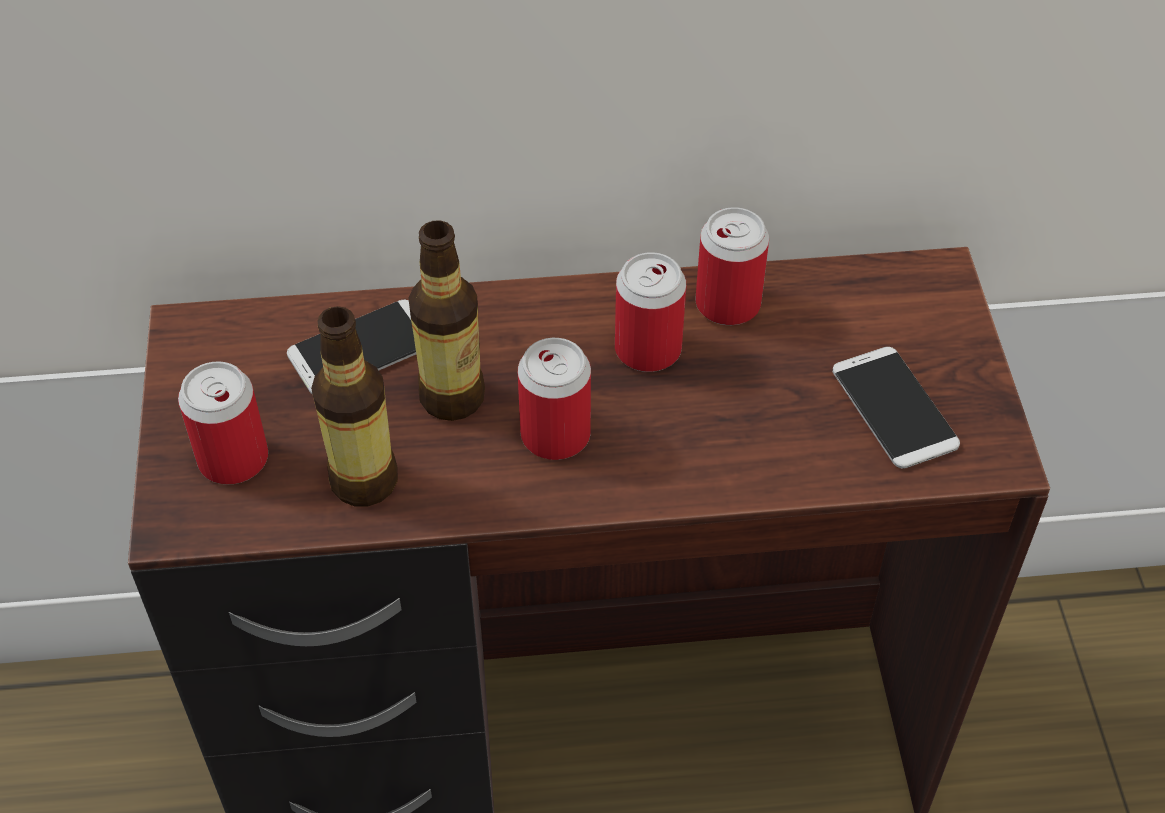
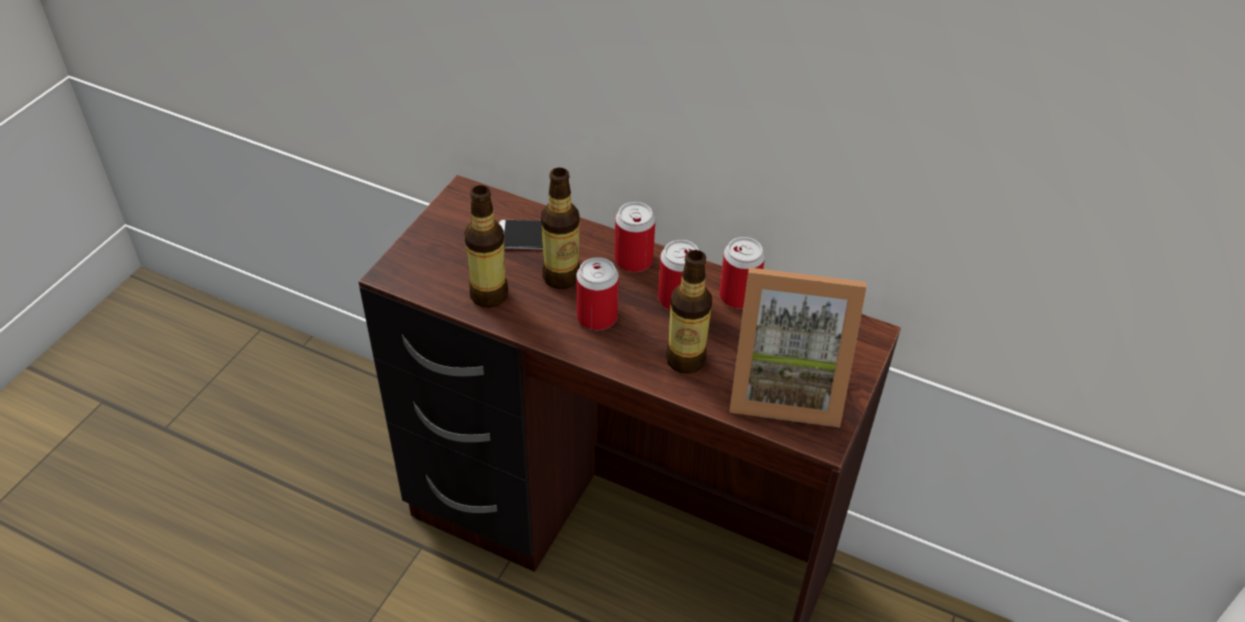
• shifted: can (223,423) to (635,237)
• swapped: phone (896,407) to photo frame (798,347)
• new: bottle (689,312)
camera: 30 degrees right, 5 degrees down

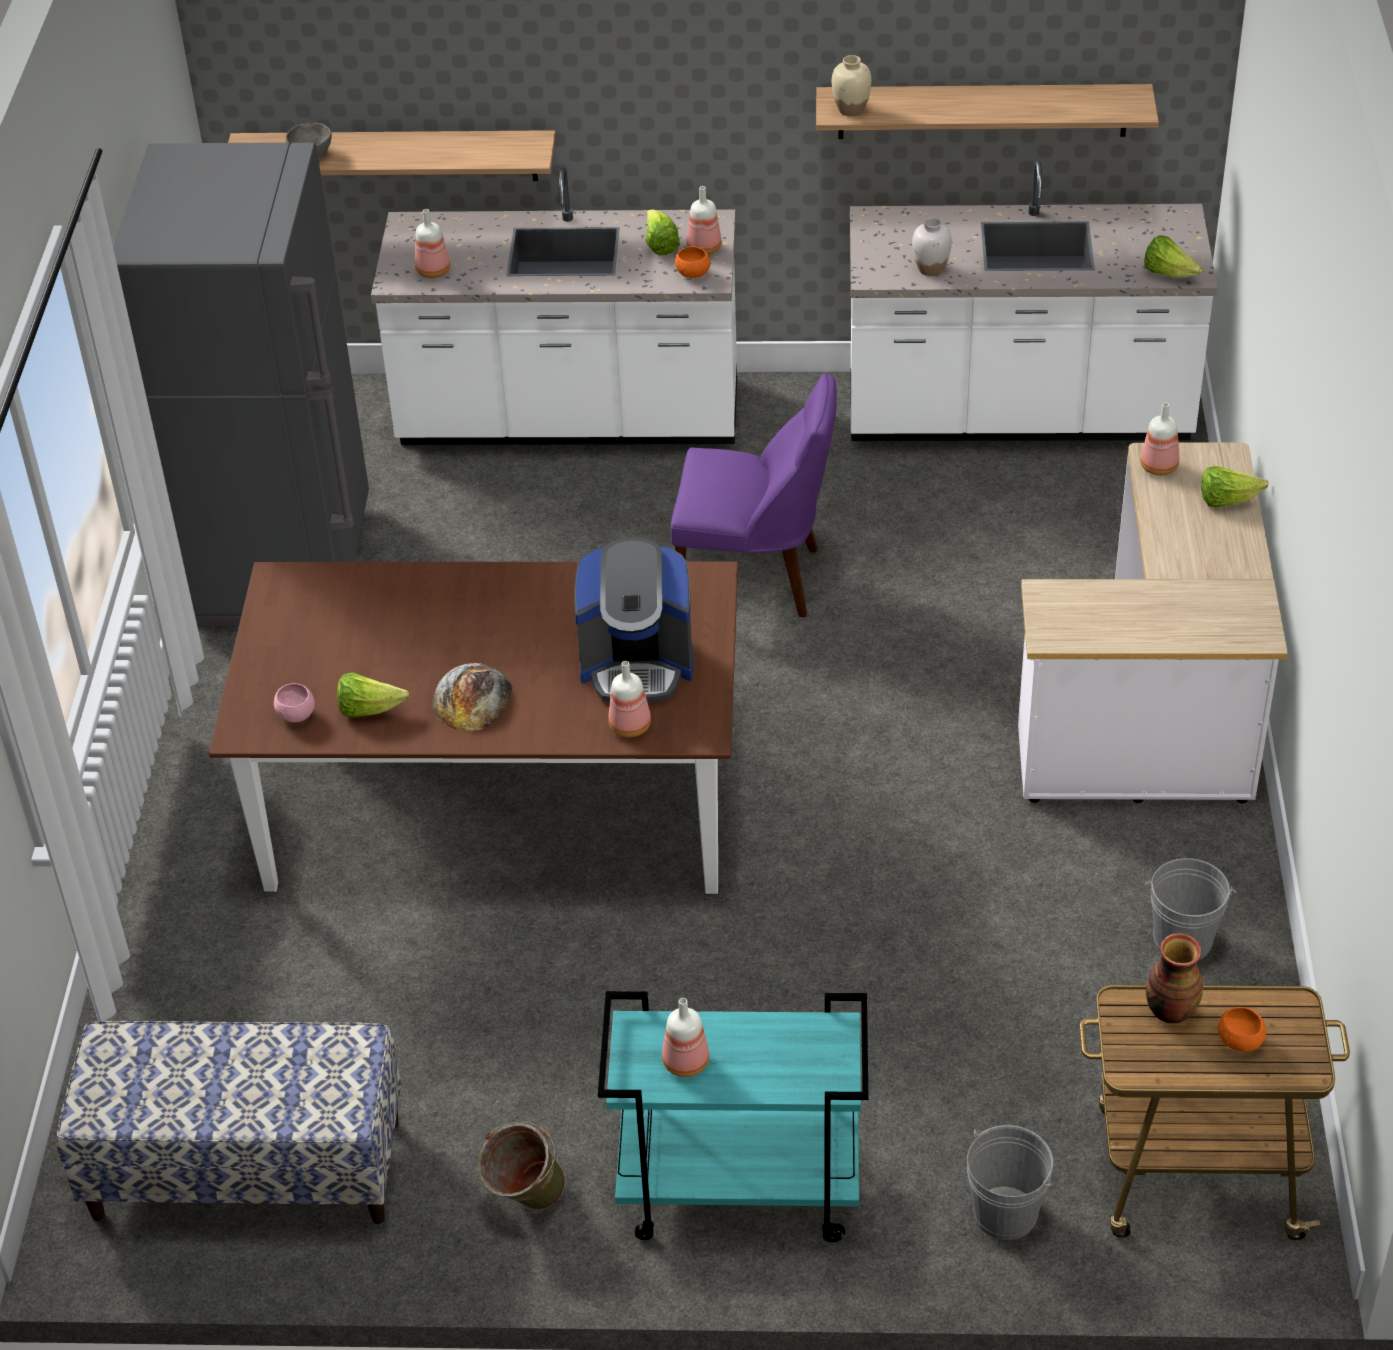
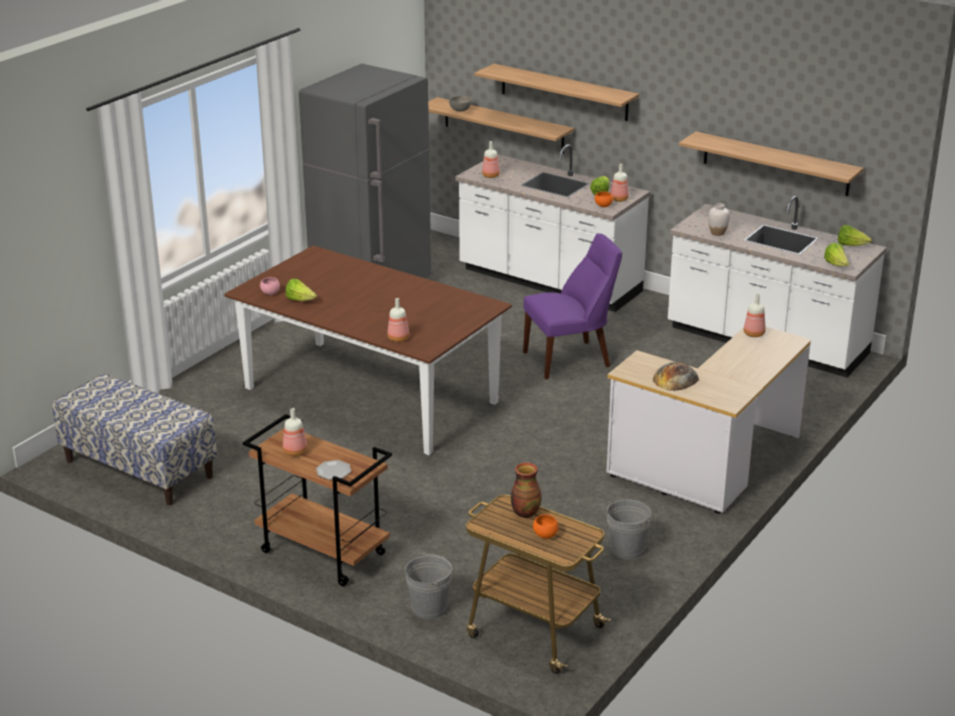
• shifted: baked bread (472,697) to (676,376)
• gone: greenish bucket (522,1166)
• gone: coffee maker (633,620)
• repainted: blue-green trolley (733,1116) to brown-coloured trolley (317,500)
• rotated: purple-coloured chair (754,495) = (572,306) 60 degrees counterclockwise
• gone: beige decorative vase (852,85)
• shifted: lettuce head (1234,487) to (855,235)
• new: dinner plate (333,470)
• new: bracket shelf (557,92)
camera: 30 degrees right, 15 degrees down

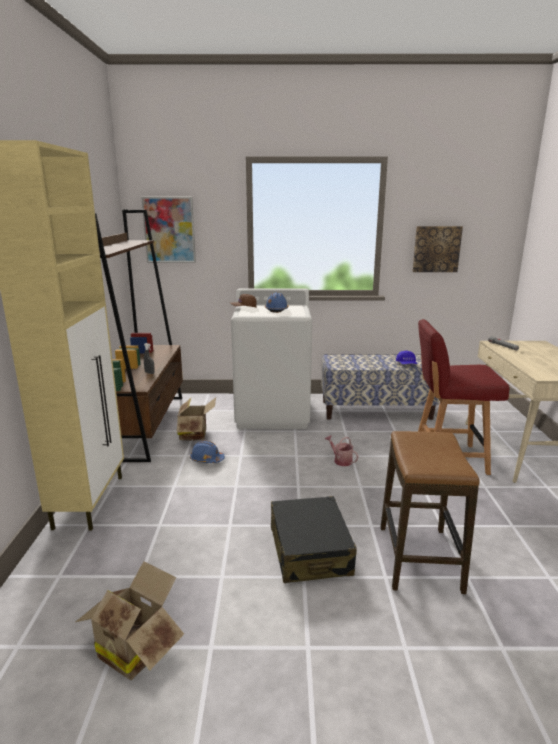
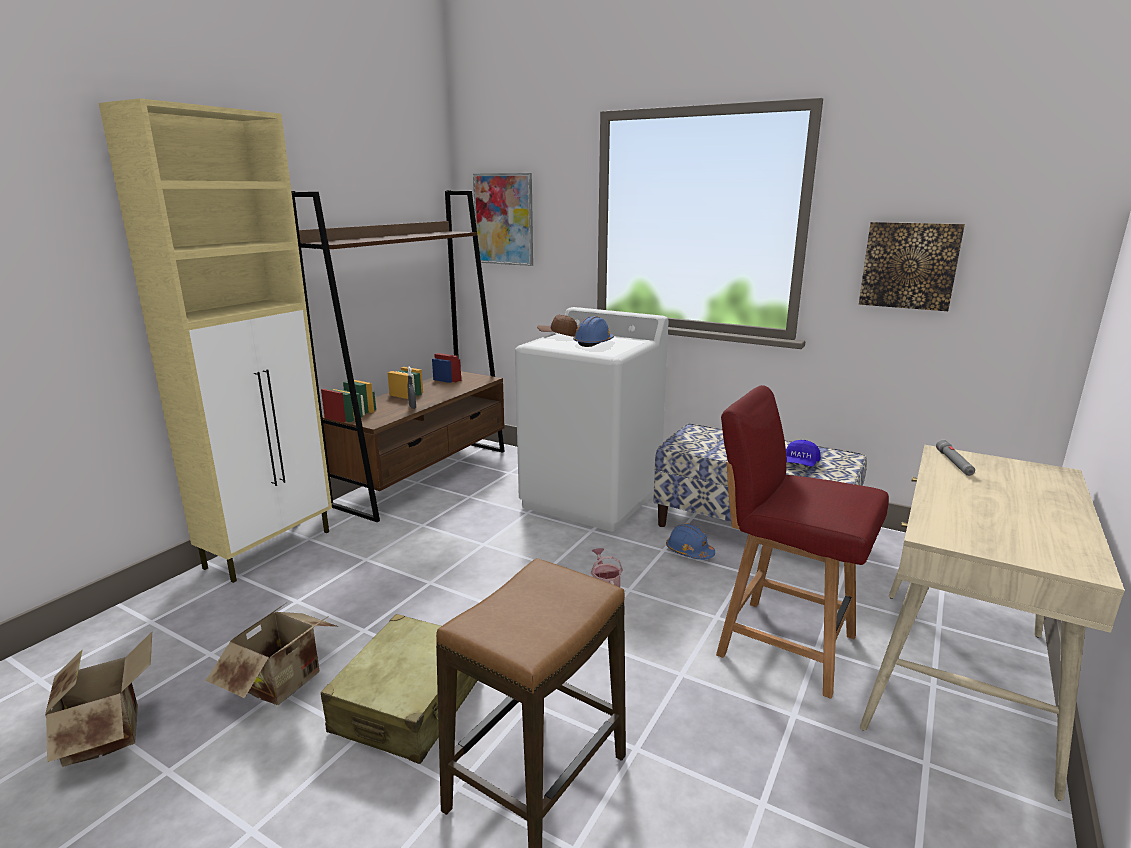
• shifted: carton (196,419) to (272,653)
• shifted: blue-coloured hard hat (207,452) to (690,542)
• repainted: black-coloured piece of luggage (314,539) to beige piece of luggage (399,689)
camera: 30 degrees right, 0 degrees up

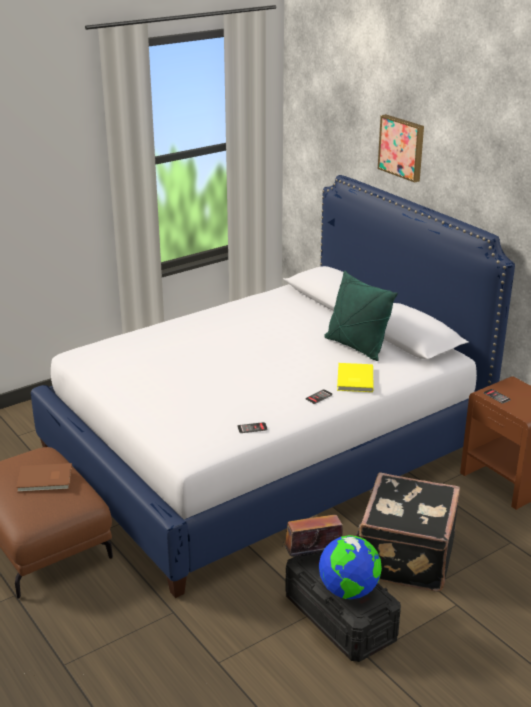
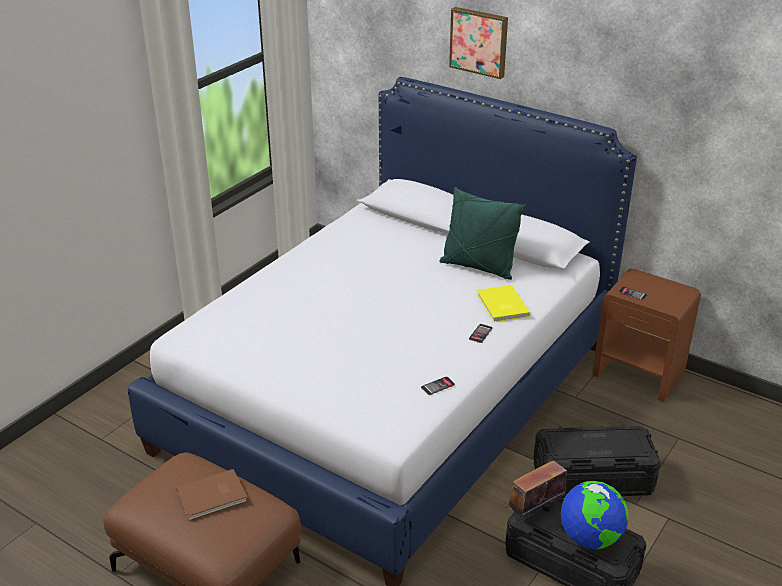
• swapped: black-coloured piece of luggage (408,532) to black-coloured storage container (597,461)
camera: 20 degrees left, 5 degrees up

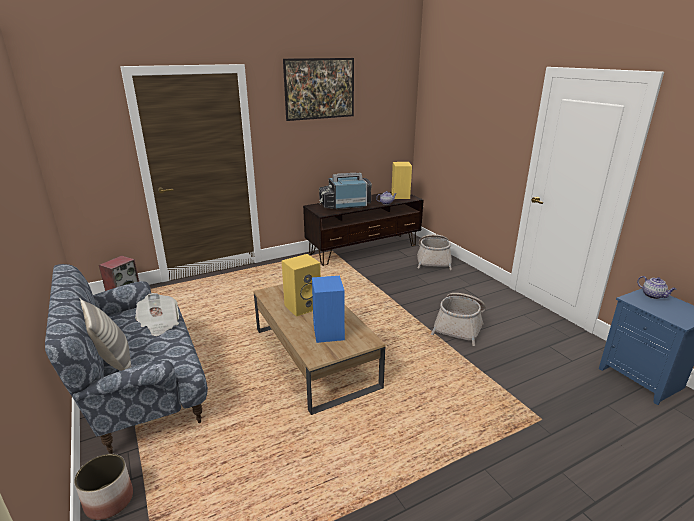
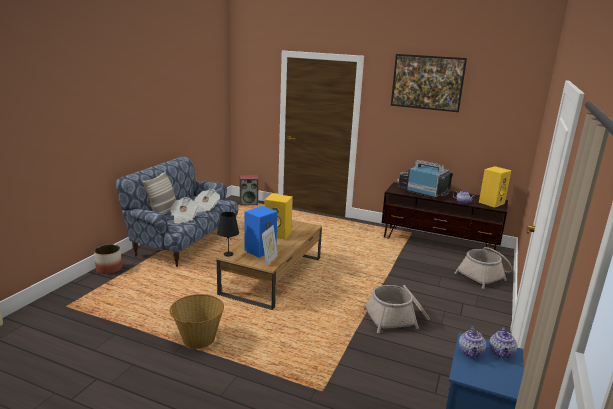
• new: household basket (196,321)
• new: printed paper (184,210)
• new: black-coloured lamp for a table (228,234)
• new: photo frame (270,245)
• new: pot for tea (472,342)
camera: 50 degrees right, 5 degrees down

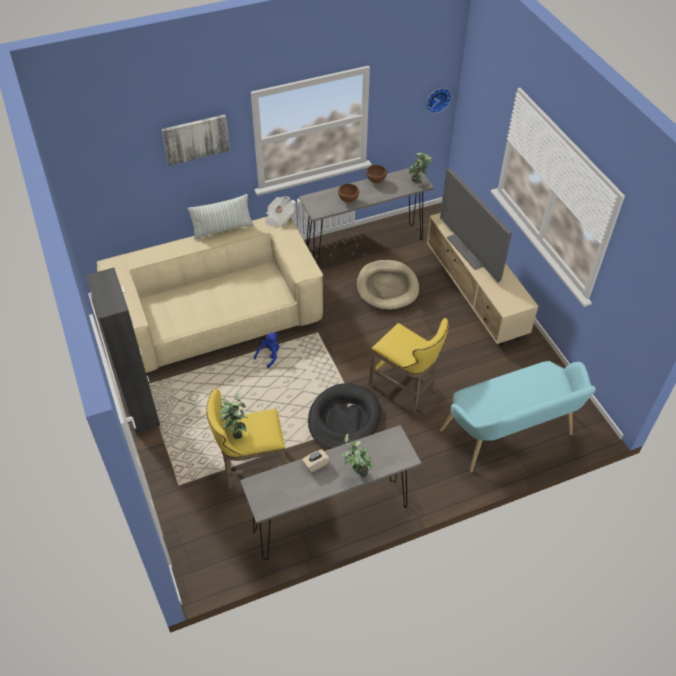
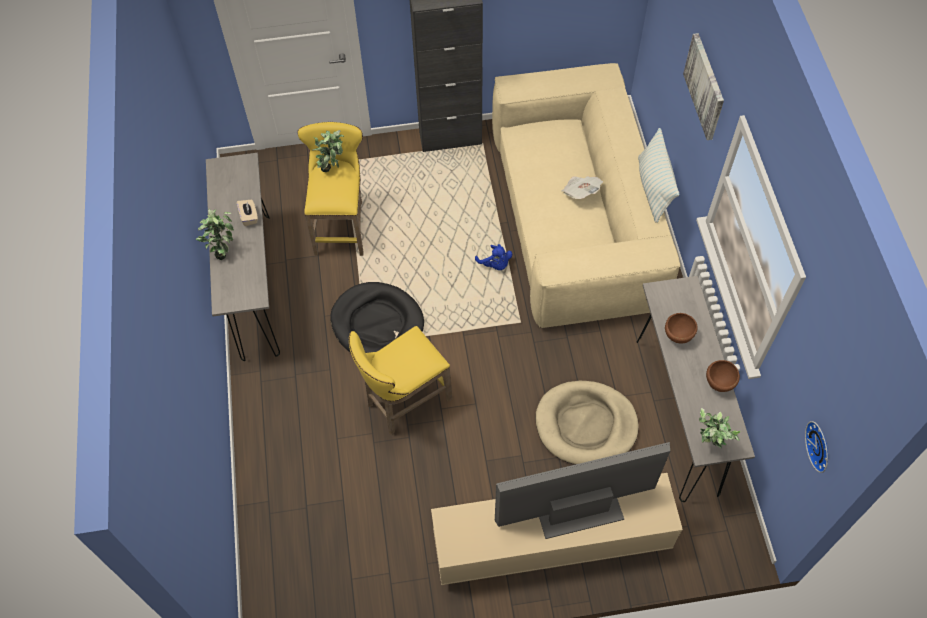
• shifted: printed paper (280,211) to (582,187)
• gone: blue-green bench (518,416)
camera: 105 degrees right, 10 degrees up

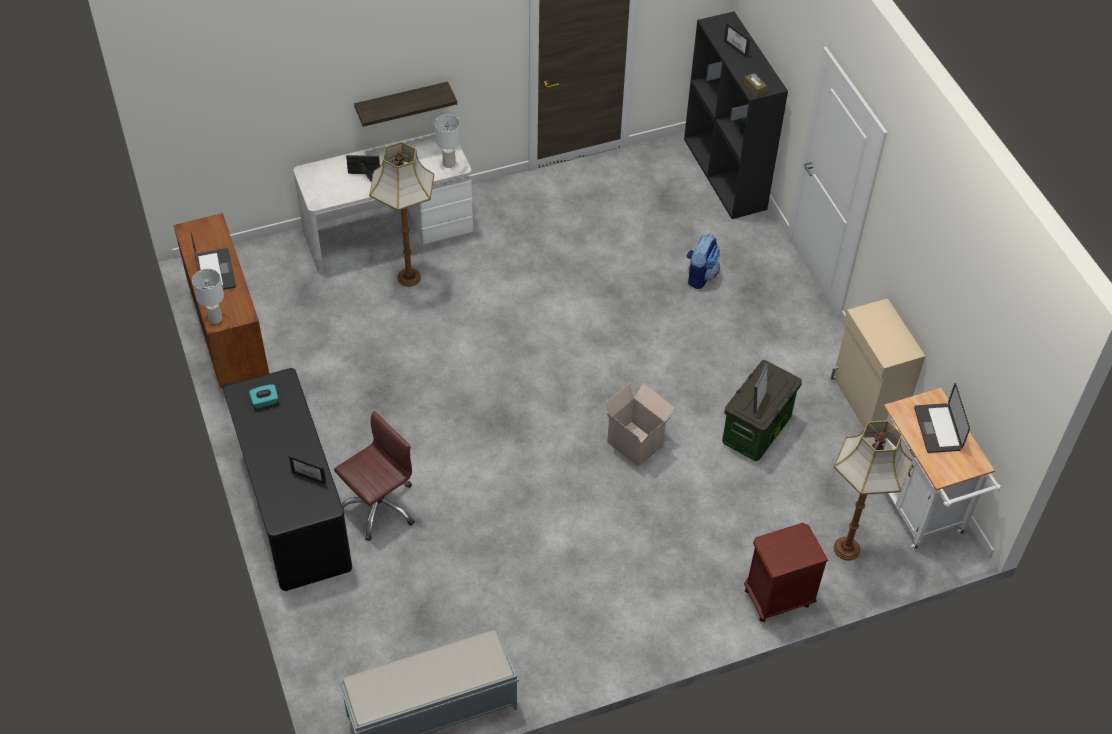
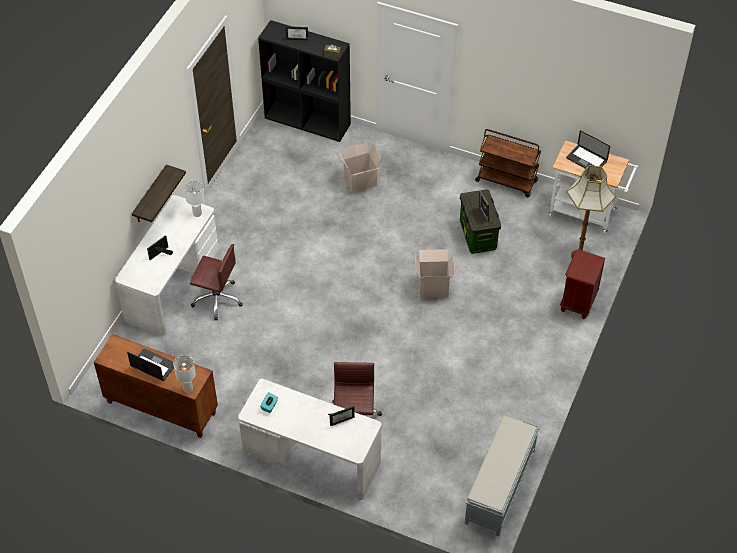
• repainted: black-coloured desk table (287,479) to white desk table (310,439)
• swapped: standing lamp (401,214) to brown-coloured computer chair (216,282)
• swapped: rucksack (703,261) to carton (360,168)
• swapped: beige cupboard (878,363) to brown-coloured trolley (508,163)
camera: 45 degrees left, 0 degrees up

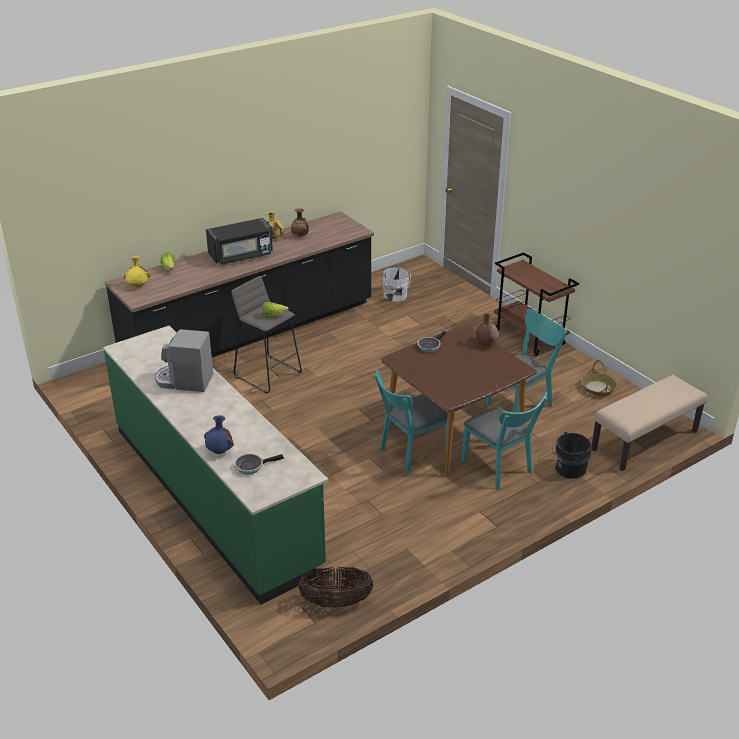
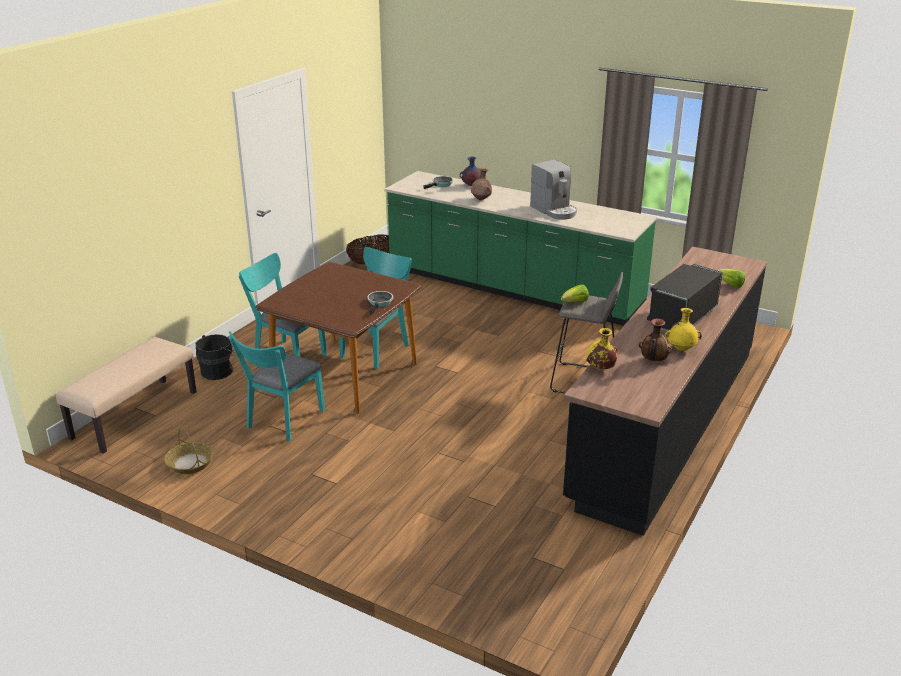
• shifted: yellow-coloured decorative vase (136,272) to (601,348)
• rotated: coffee maker (184,360) = (553,189) 75 degrees clockwise
• gone: white bucket (396,284)
• shifted: brown-coloured decorative vase (487,328) to (481,184)
• gone: brown-coloured trolley (536,304)
camera: 155 degrees right, 5 degrees down

